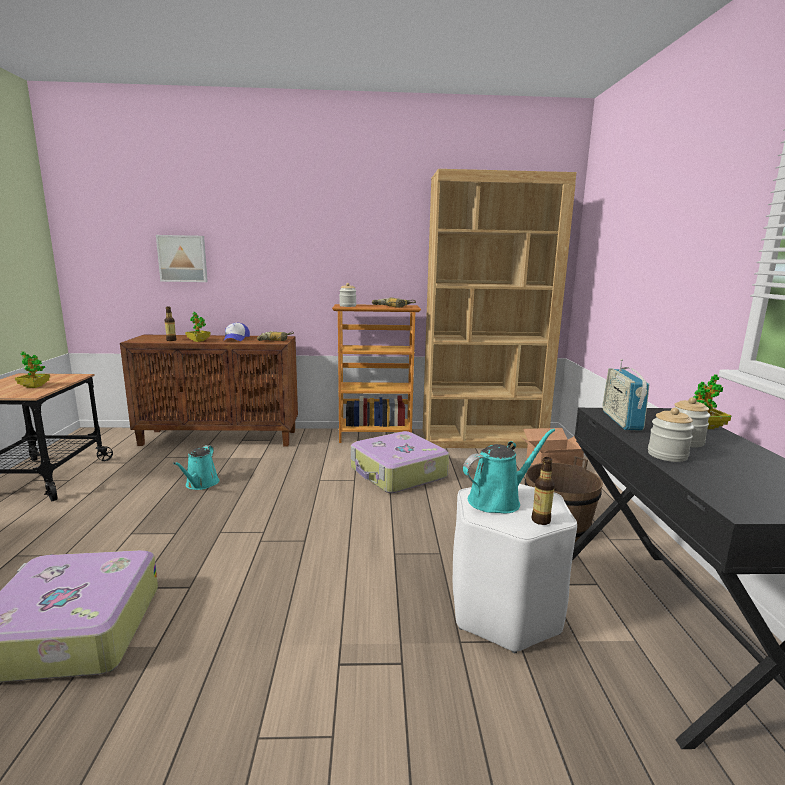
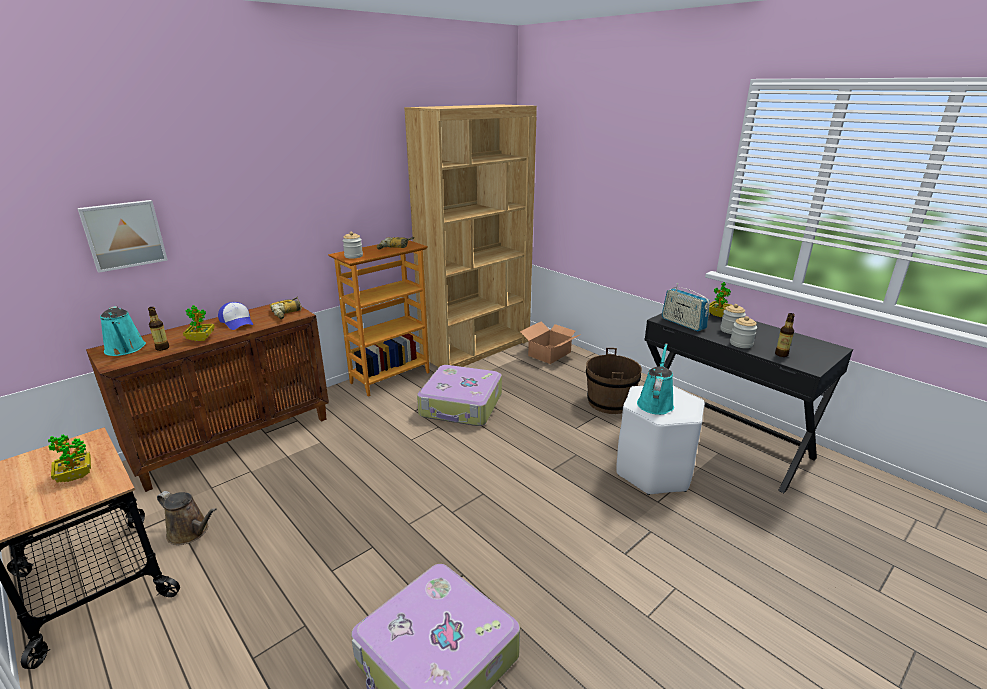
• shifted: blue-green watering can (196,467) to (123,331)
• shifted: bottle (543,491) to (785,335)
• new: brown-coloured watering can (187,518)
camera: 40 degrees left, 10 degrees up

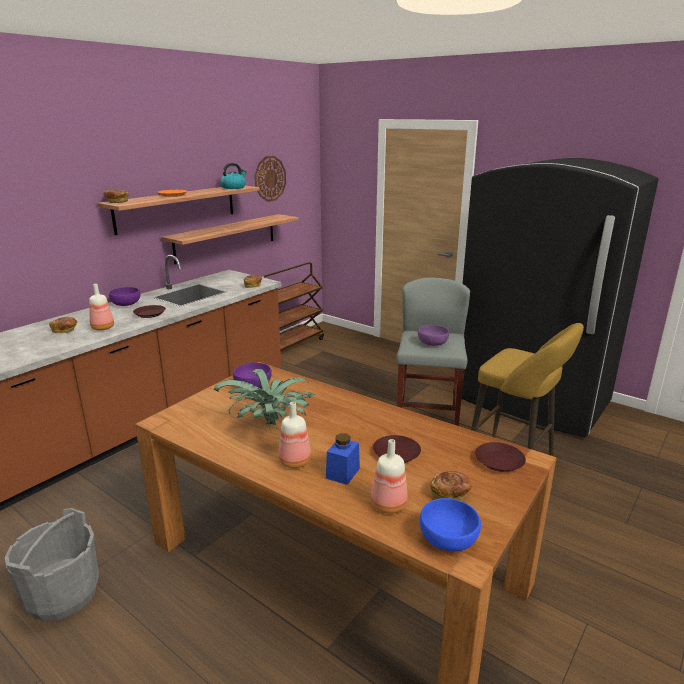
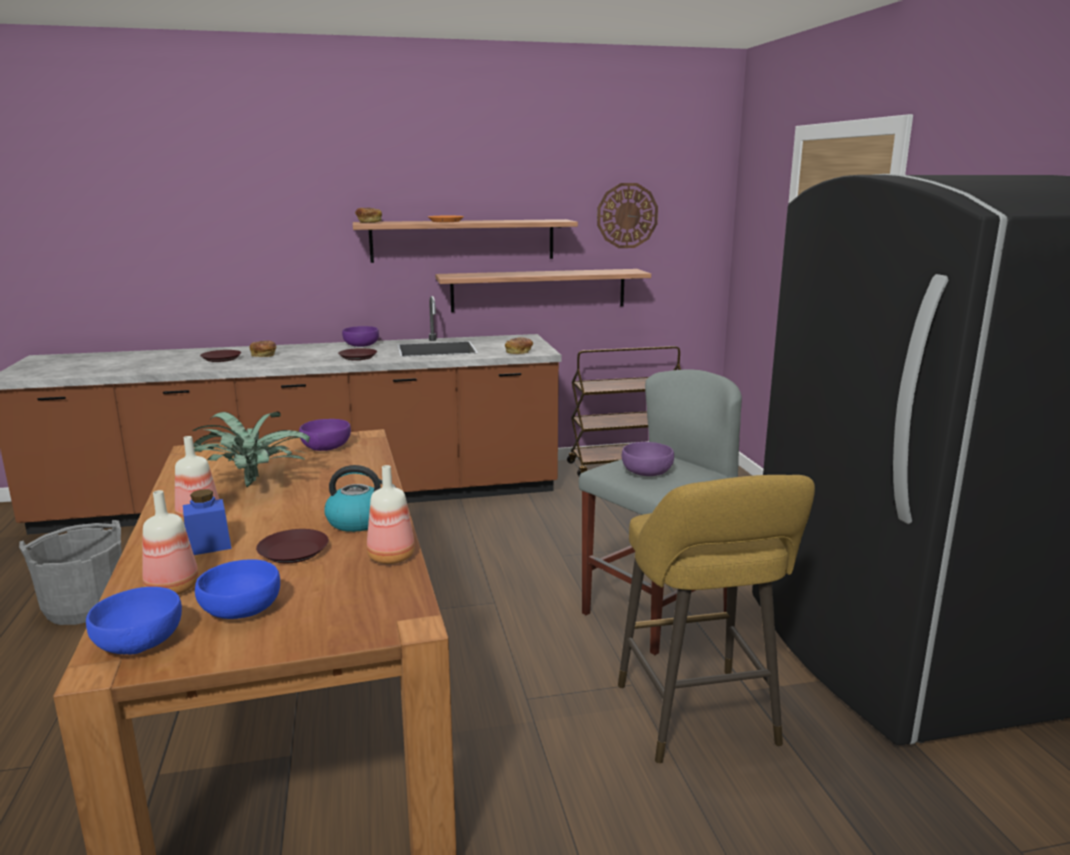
• shifted: bottle (101,307) to (391,514)
• shifted: water kettle (233,176) to (360,498)
• swapped: baked bread (451,486) to blue-coloured serving bowl (237,589)
• shifted: brown-coloured dinner plate (500,457) to (220,356)
camera: 40 degrees right, 5 degrees down

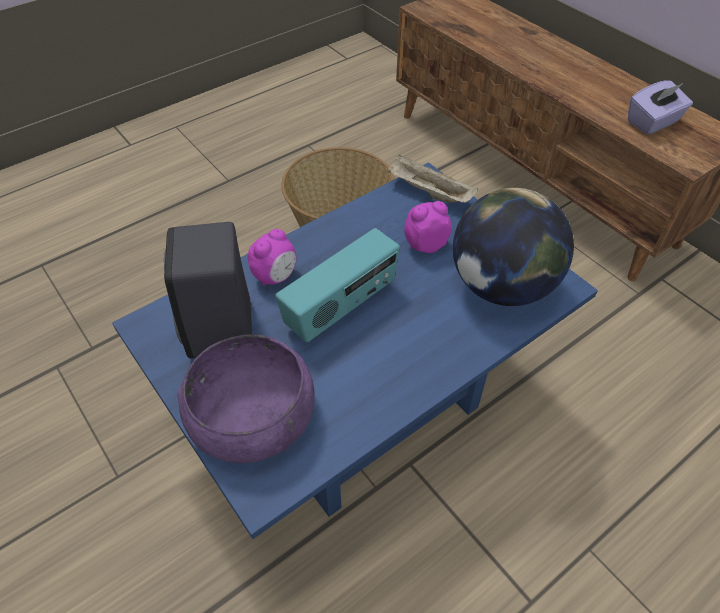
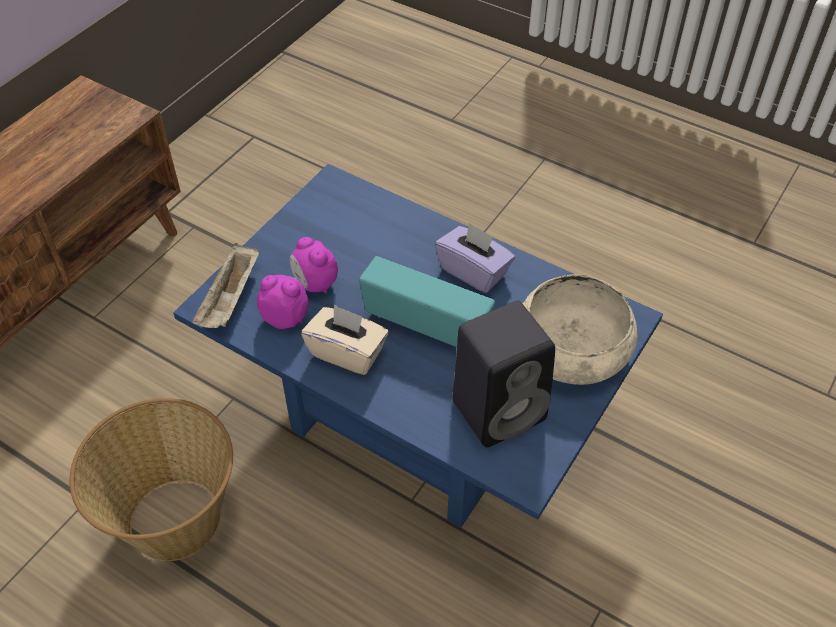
• repainted: purple-coloured serving bowl (245,399) to beige serving bowl (580,329)
• shifted: bedside clock (272,257) to (283,302)
• gone: globe (513,247)
• shifted: purple-coloured box of tissues (660,108) to (475,257)
• new: beige box of tissues (345,339)
camera: 110 degrees left, 0 degrees up

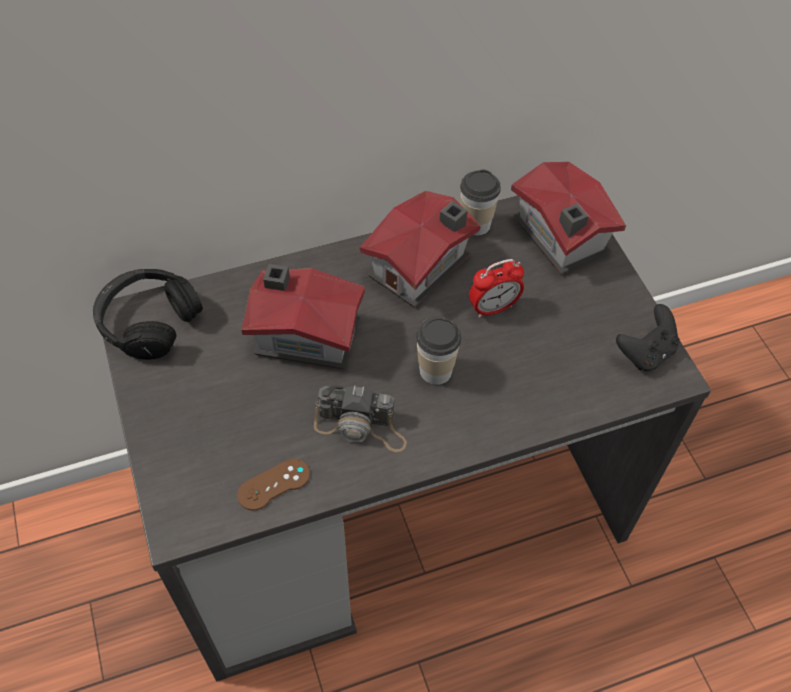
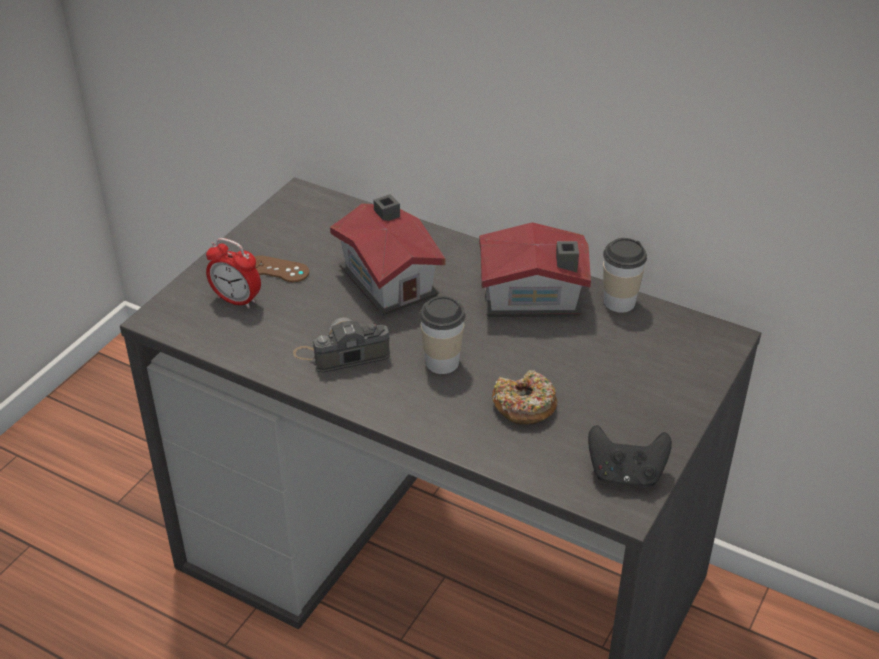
• gone: black-coloured headset (148,314)
• shifted: brown-coloured joypad (273,484) to (281,268)
• rotated: photo camera (360,418) = (341,345) 105 degrees clockwise
• shifted: bedside clock (496,288) to (233,273)
• gone: miniature house (568,218)
• new: doughnut (525,397)
camera: 50 degrees right, 15 degrees down

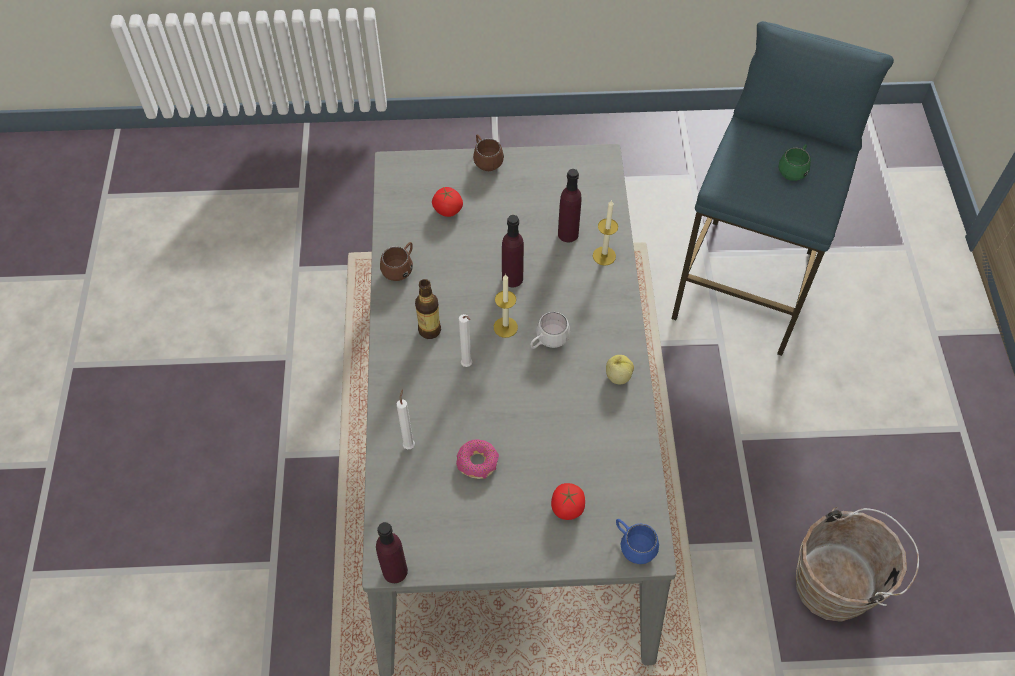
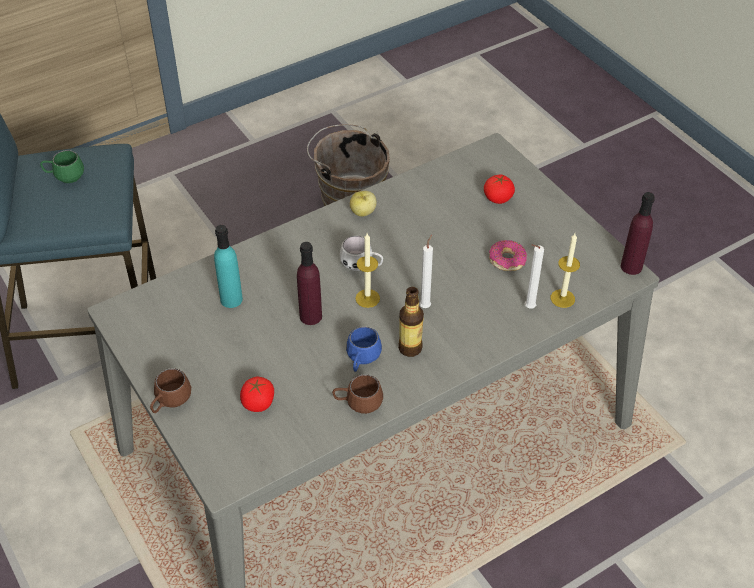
• repainted: purple-coloured bottle (570,205) to blue-green bottle (228,266)
• shifted: candle (605,233) to (565,270)
• shifted: blue-coloured mug (637,541) to (364,349)
camera: 120 degrees left, 10 degrees down

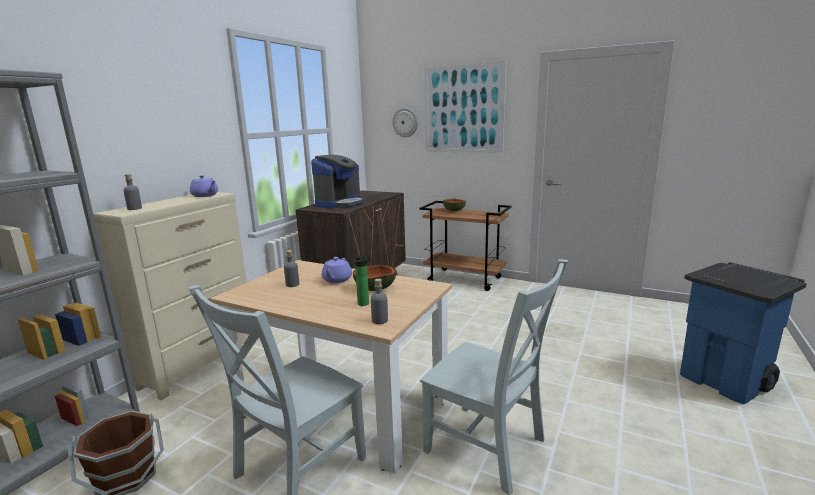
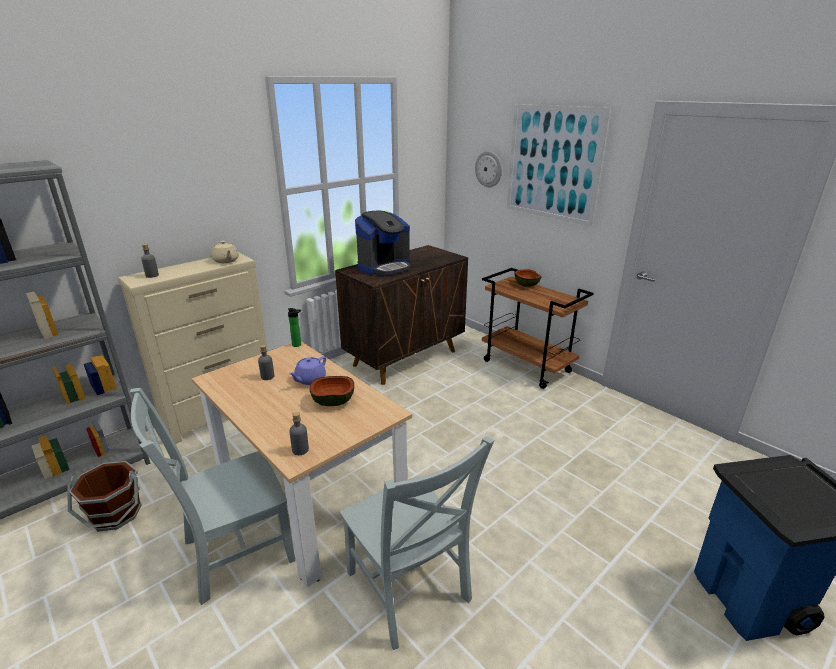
• repainted: purple-coloured pot for tea (204,186) to beige pot for tea (225,252)
• shifted: bottle (363,281) to (294,327)
camera: 20 degrees right, 10 degrees up

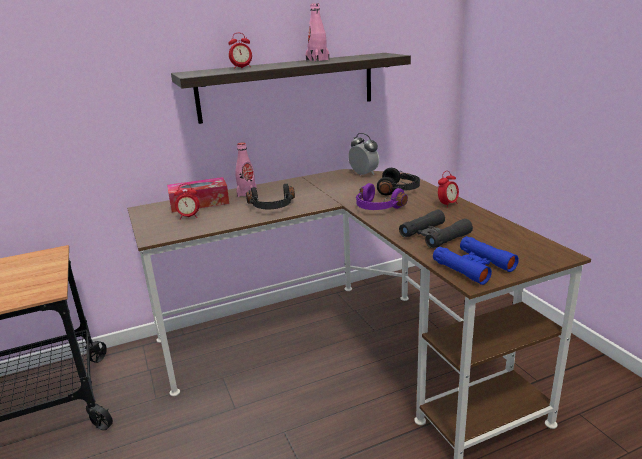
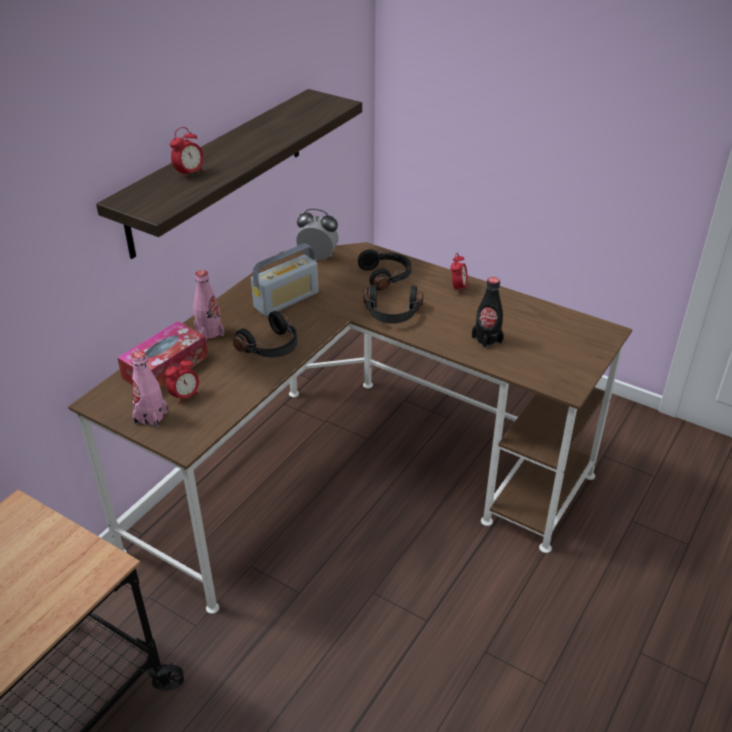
• shifted: pinkish bottle (317,33) to (149,389)
• repainted: purple-coloured headset (382,196) to black-coloured headset (393,304)
• swapped: black-coloured pair of binoculars (436,229) to black-coloured bottle (488,313)
• gone: blue-coloured pair of binoculars (476,260)
• new: radio (285,280)
camera: 35 degrees left, 15 degrees up

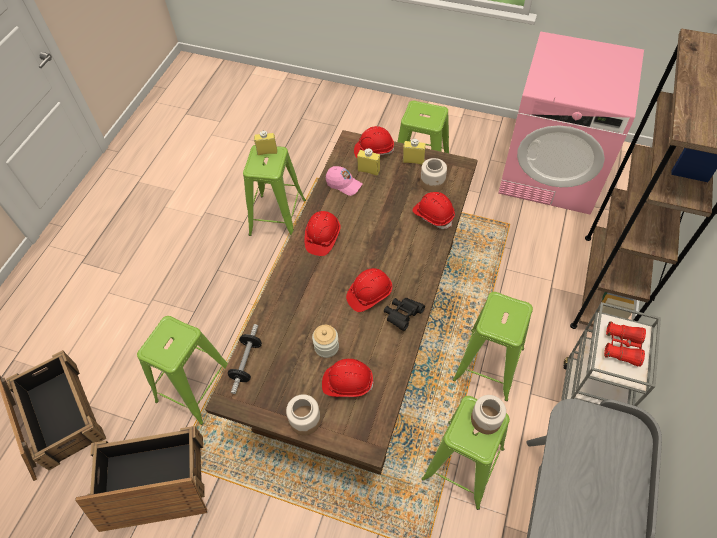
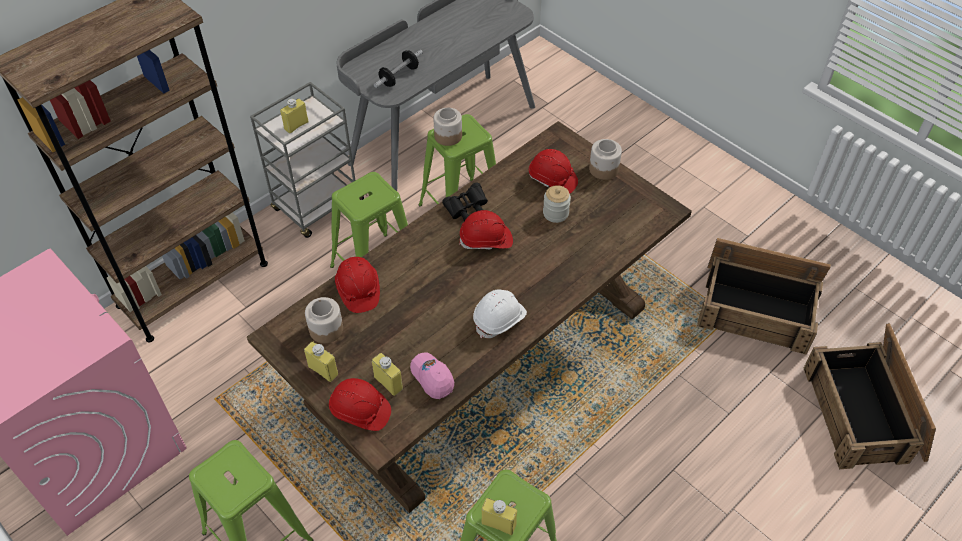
• gone: greenish sitting stool (182,370)
• shifted: free weight (245,359) to (398,69)
• repainted: reddish hard hat (322,233) to white hard hat (500,314)
• swapped: reddish pair of binoculars (625,344) to yellow-coloured bottle (294,116)
camera: 155 degrees left, 5 degrees down

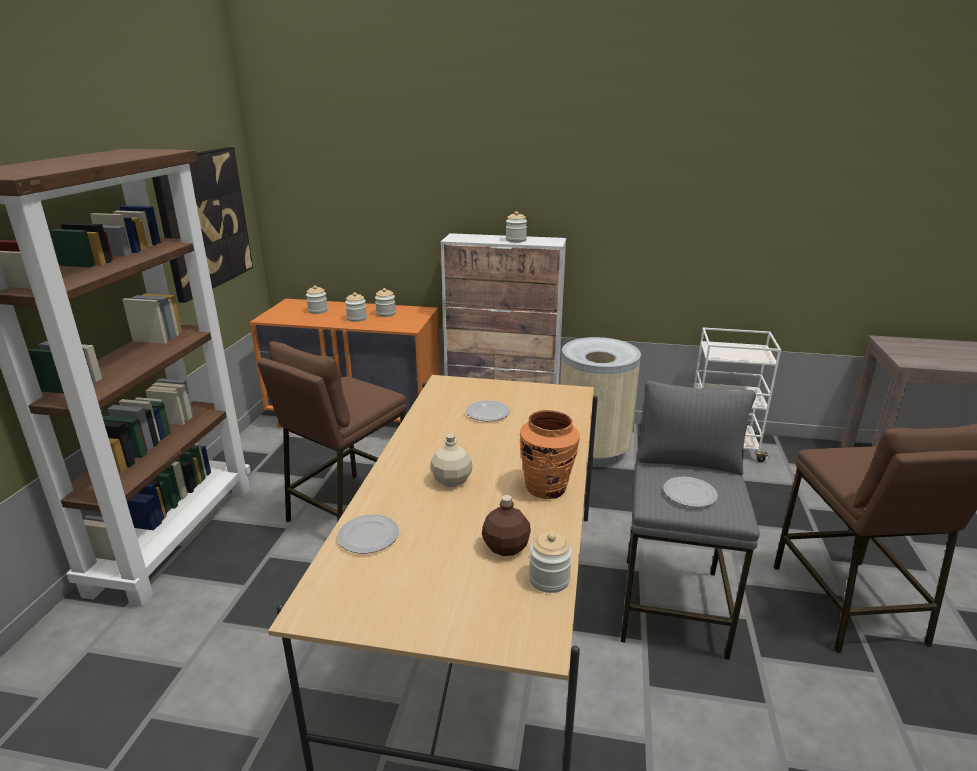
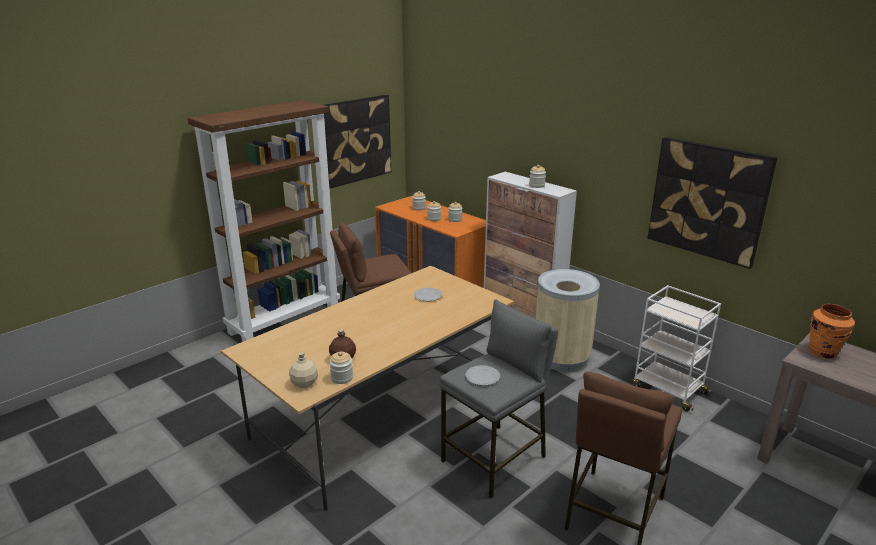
• gone: dinner plate (368,534)
• shifted: beige bottle (451,460) to (303,370)
• shifted: orangey decorative vase (550,454) to (832,331)
• new: picture (713,203)
camera: 35 degrees right, 0 degrees up

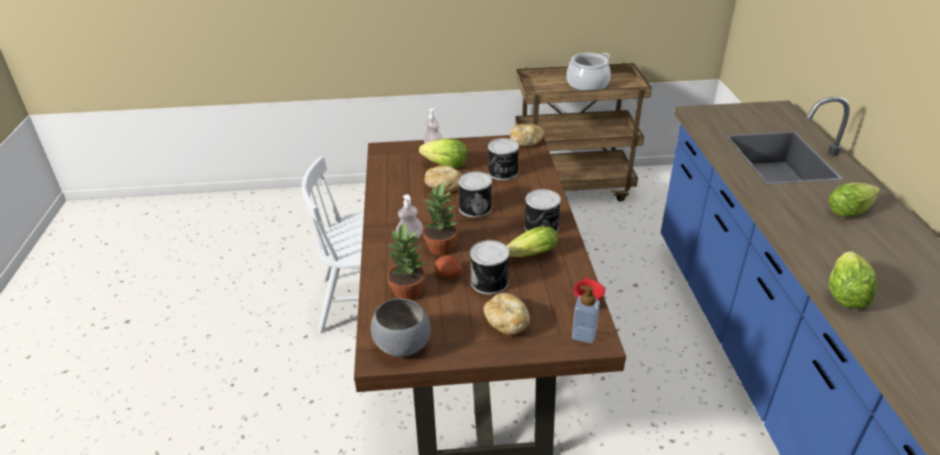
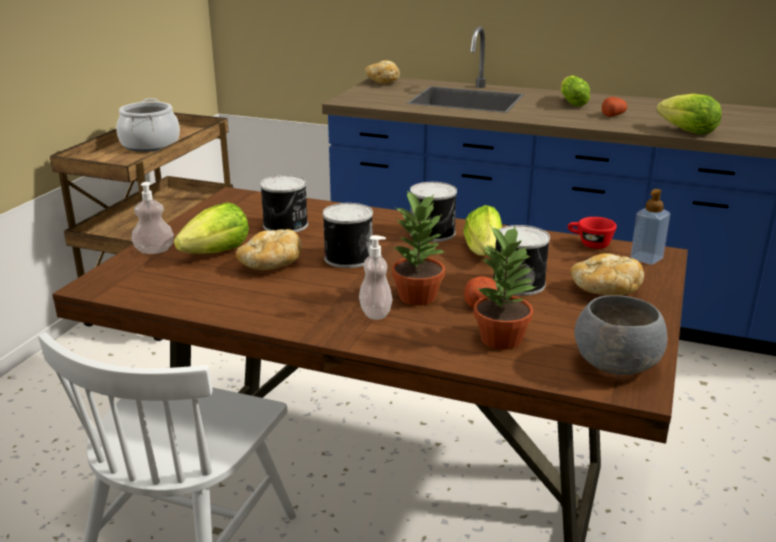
• shifted: baked bread (527,135) to (382,72)
• new: potato (614,107)
camera: 65 degrees left, 10 degrees down

